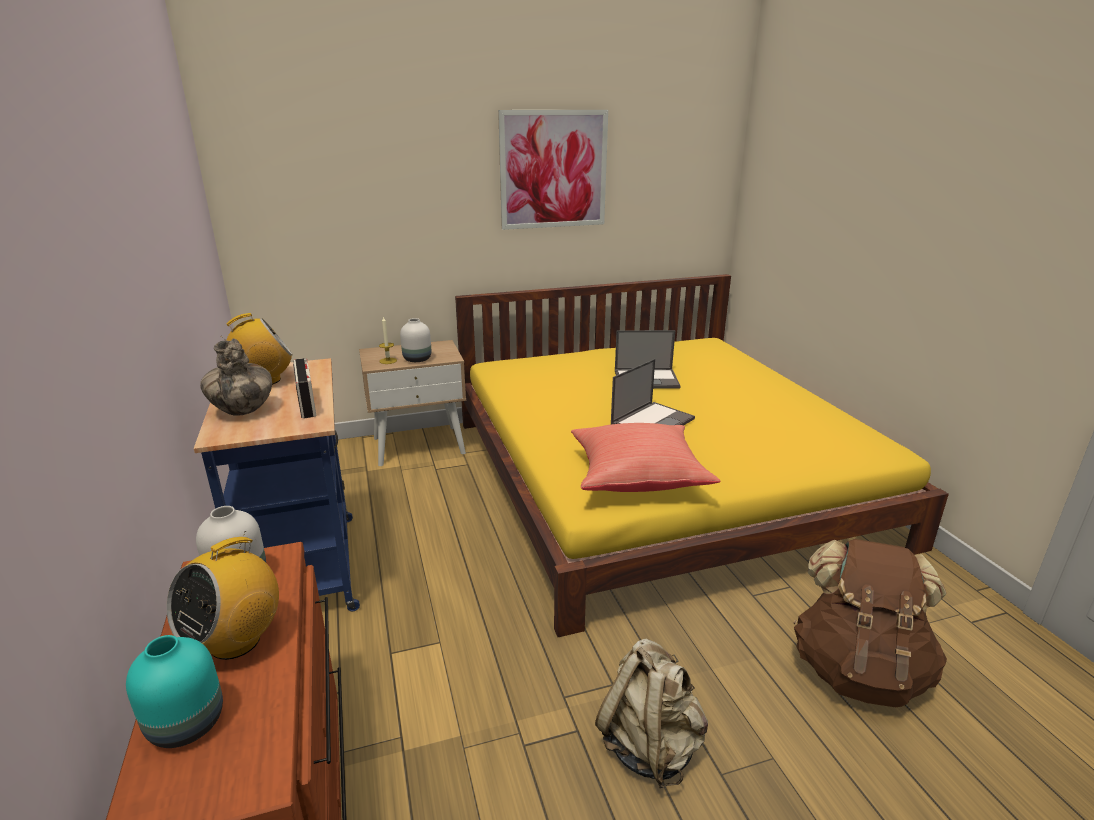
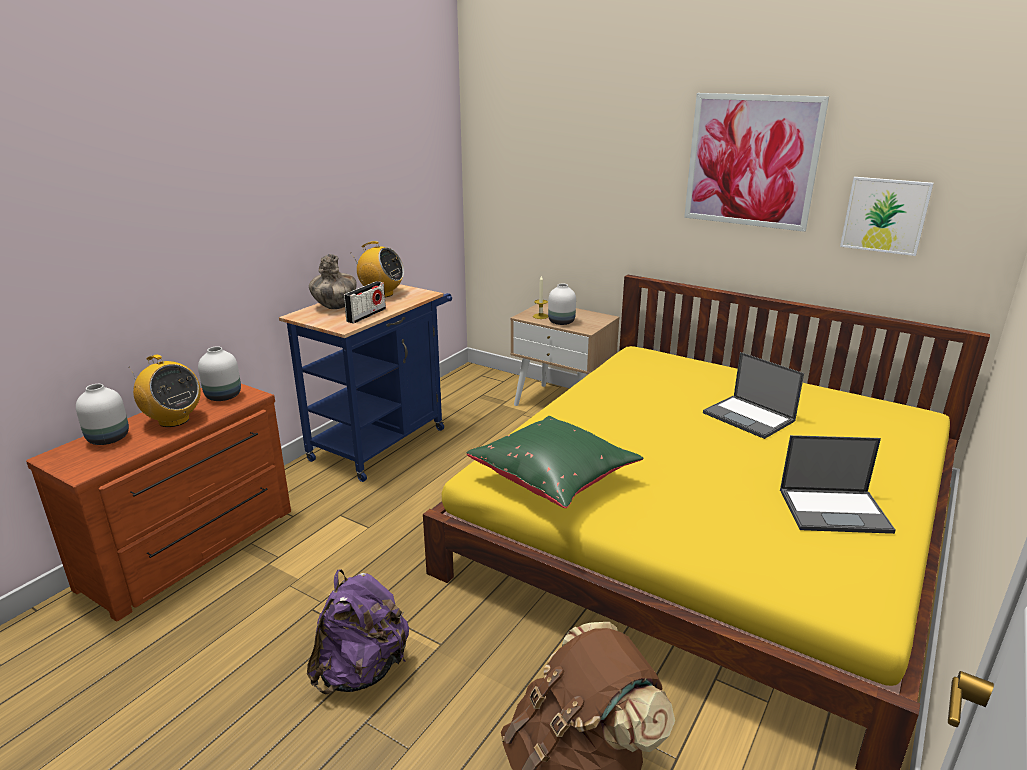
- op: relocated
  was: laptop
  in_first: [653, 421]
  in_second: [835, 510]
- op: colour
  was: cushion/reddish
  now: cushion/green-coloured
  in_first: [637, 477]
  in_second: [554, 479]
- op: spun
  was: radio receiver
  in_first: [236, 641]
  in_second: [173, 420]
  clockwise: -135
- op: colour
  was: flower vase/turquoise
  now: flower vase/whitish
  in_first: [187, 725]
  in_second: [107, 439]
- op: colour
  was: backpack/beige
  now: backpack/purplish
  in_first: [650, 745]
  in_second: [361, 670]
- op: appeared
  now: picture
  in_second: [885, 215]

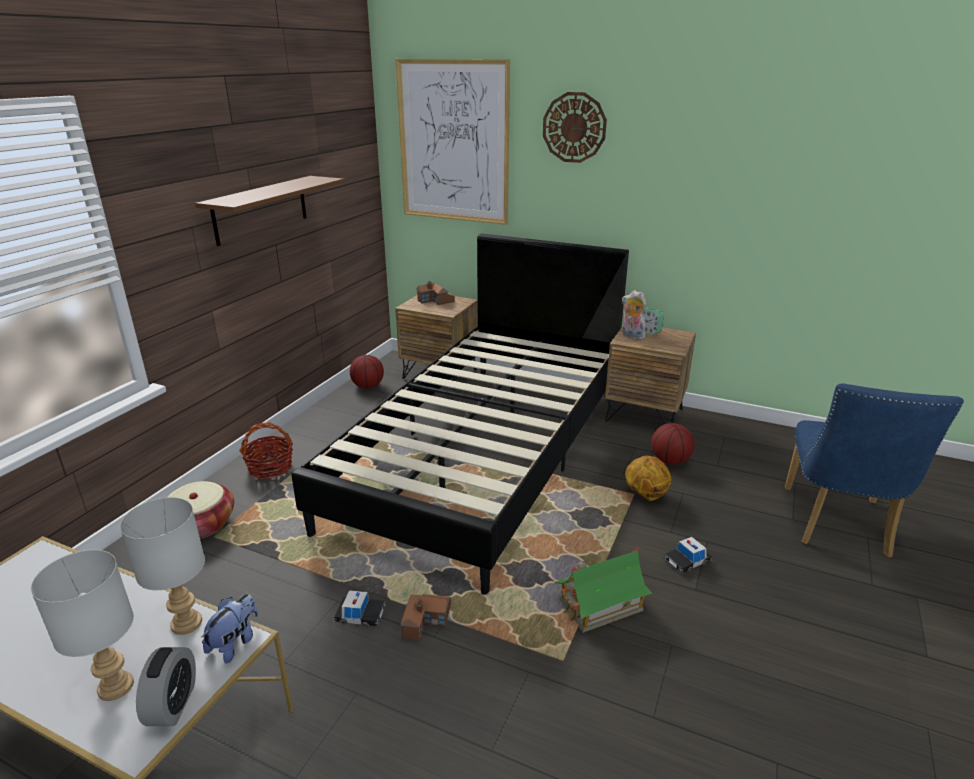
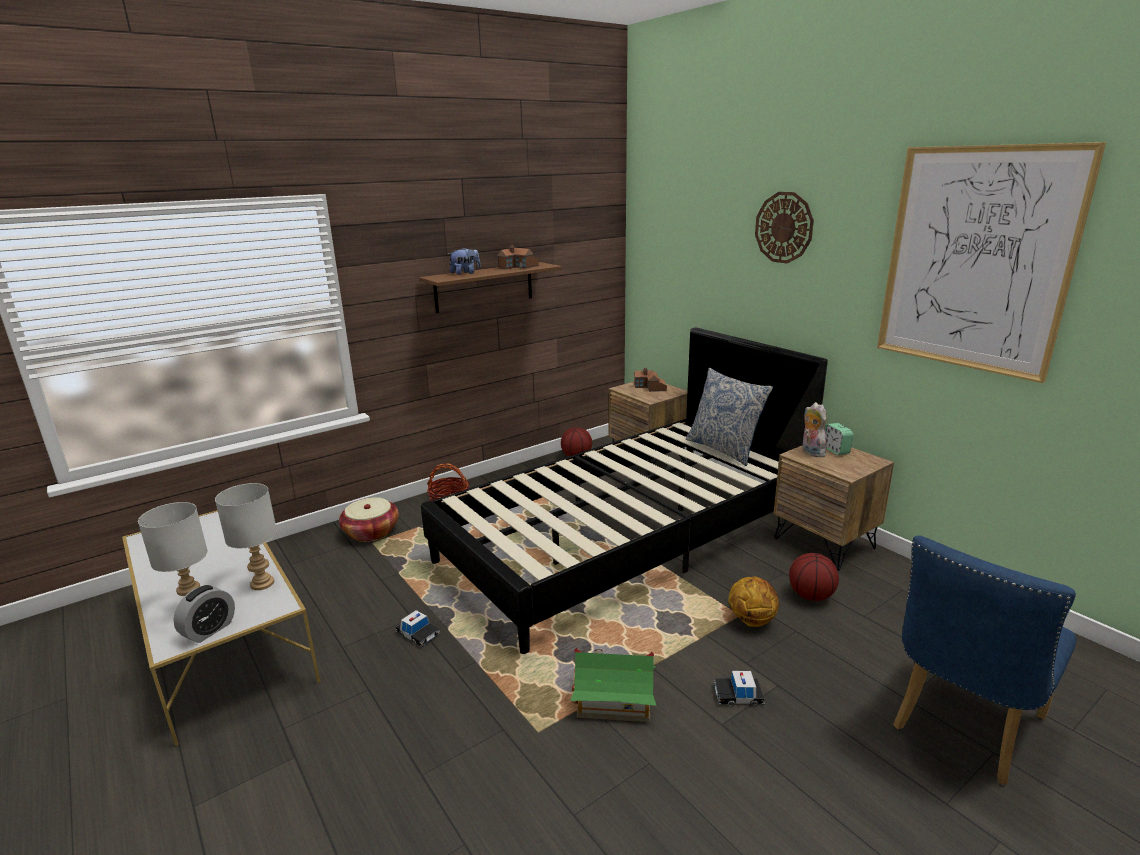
- op: relocated
  was: picture
  in_first: [453, 142]
  in_second: [975, 260]
- op: relocated
  was: plush toy
  in_first: [235, 643]
  in_second: [465, 273]
- op: relocated
  was: model house
  in_first: [427, 621]
  in_second: [518, 267]
- op: appeared
  now: cushion
  in_second: [724, 449]

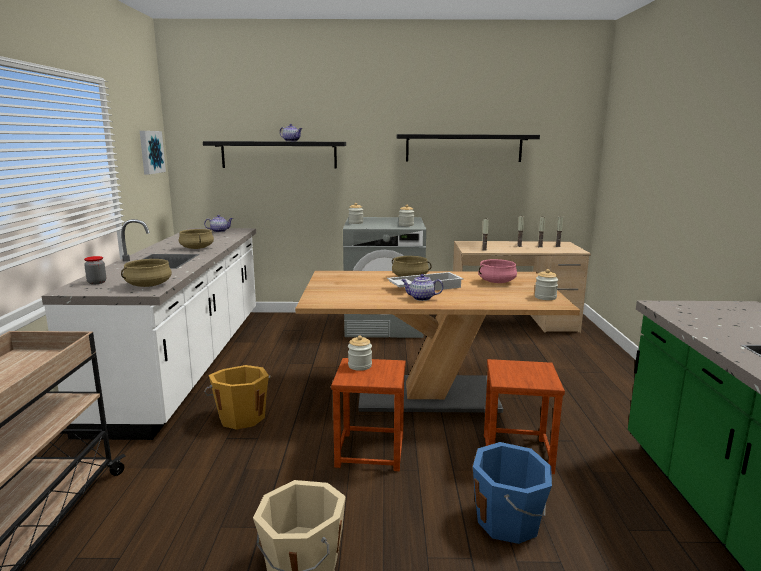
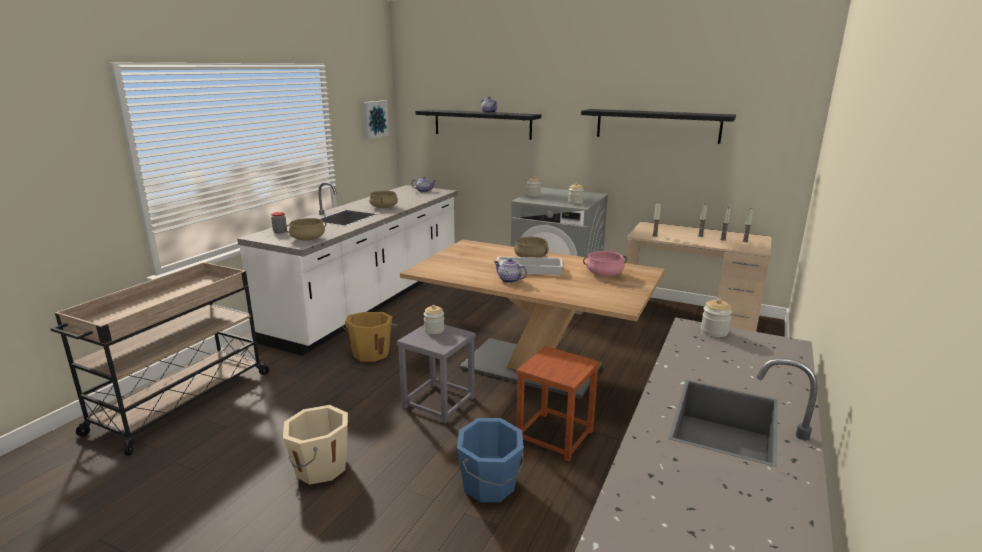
- op: relocated
  was: storage jar
  in_first: [545, 297]
  in_second: [714, 331]
- op: colour
  was: stool seat/brownish
  now: stool seat/gray
  in_first: [370, 452]
  in_second: [438, 402]

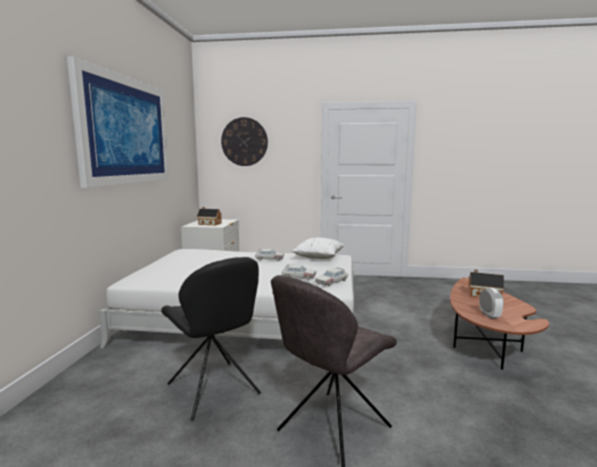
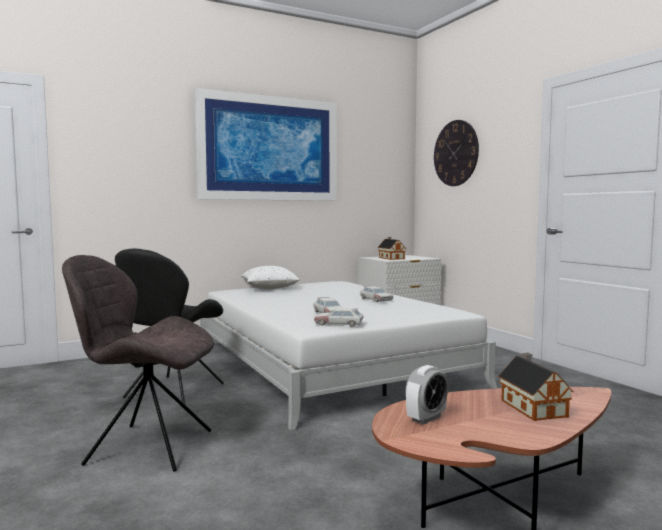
- op: relocated
  was: cushion/whitish
  in_first: [318, 257]
  in_second: [269, 288]

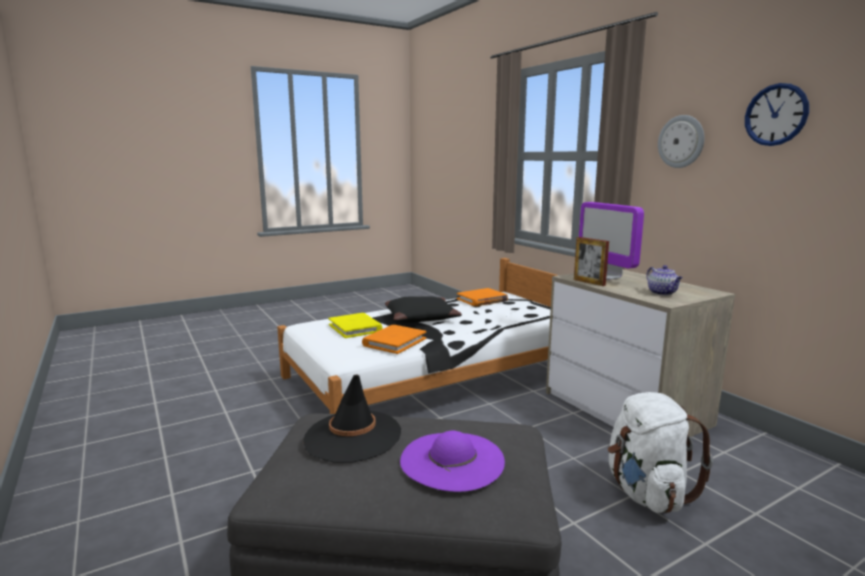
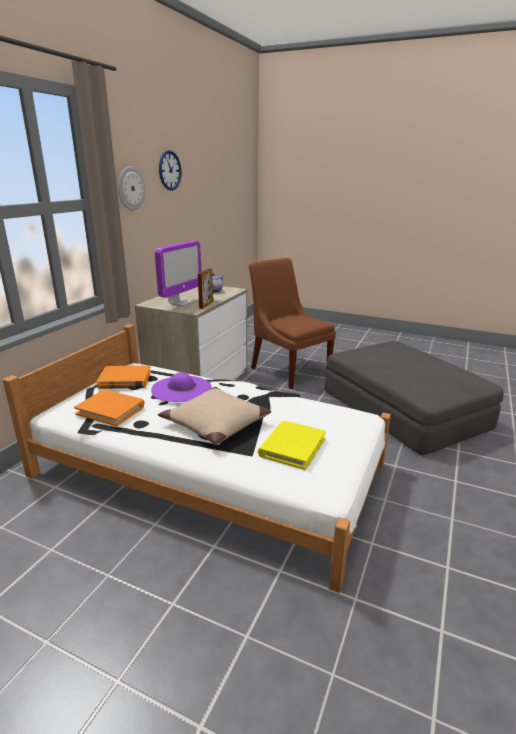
- op: colour
  was: cushion/black-coloured
  now: cushion/beige
  in_first: [421, 318]
  in_second: [215, 424]
- op: relocated
  was: bound book/orange-coloured
  in_first: [394, 342]
  in_second: [125, 380]
- op: missing
  was: clothing hat/black-coloured
  in_first: [352, 436]
- op: exchanged
  was: backpack/whitish
  now: chair/brownish
  in_first: [646, 493]
  in_second: [288, 369]
- op: relocated
  was: clothing hat/purplish
  in_first: [452, 460]
  in_second: [181, 389]

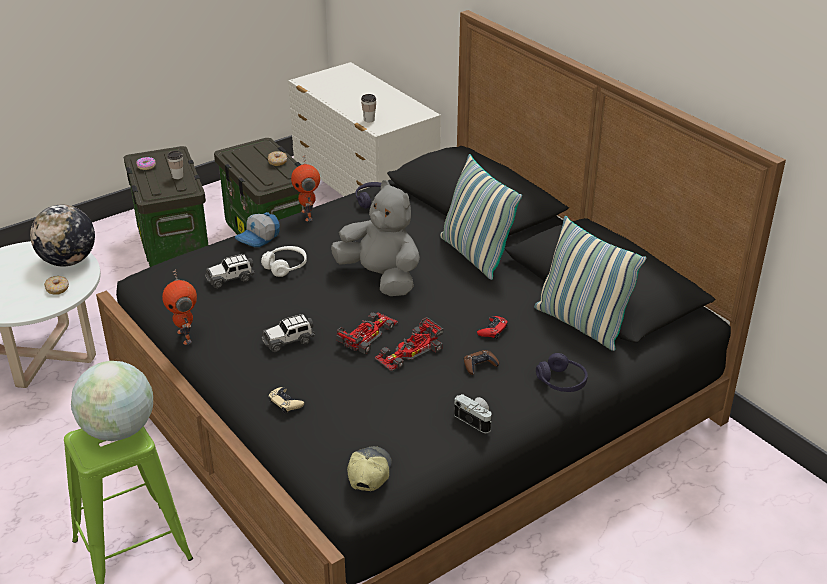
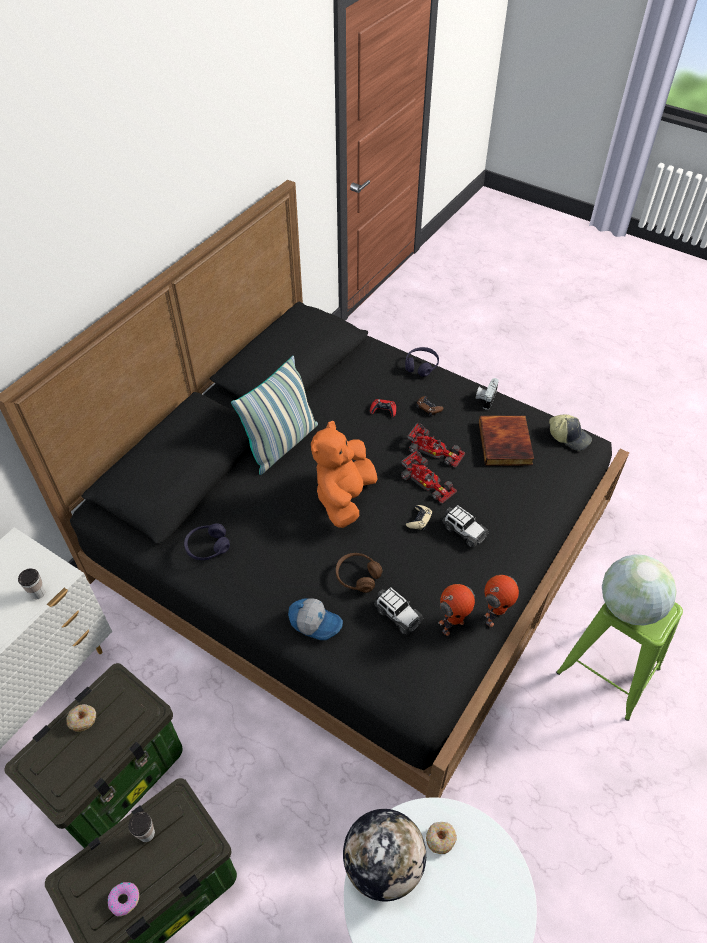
- op: relocated
  was: robot figure
  in_first: [308, 215]
  in_second: [452, 625]
- op: colour
  was: plush toy/gray
  now: plush toy/orange-coloured
  in_first: [381, 278]
  in_second: [344, 497]
- op: missing
  was: cushion
  in_first: [581, 324]
- op: colour
  was: headset/whitish
  now: headset/brownish
  in_first: [285, 266]
  in_second: [357, 576]
- op: spun
  was: model car
  in_first: [367, 334]
  in_second: [428, 481]
  clockwise: -150
- op: relocated
  was: gamepad/beige
  in_first: [285, 403]
  in_second: [419, 520]
- op: spun
  was: baseball cap
  in_first: [368, 473]
  in_second: [569, 436]
  clockwise: -135
- op: appeared
  now: bound book
  in_second: [506, 443]

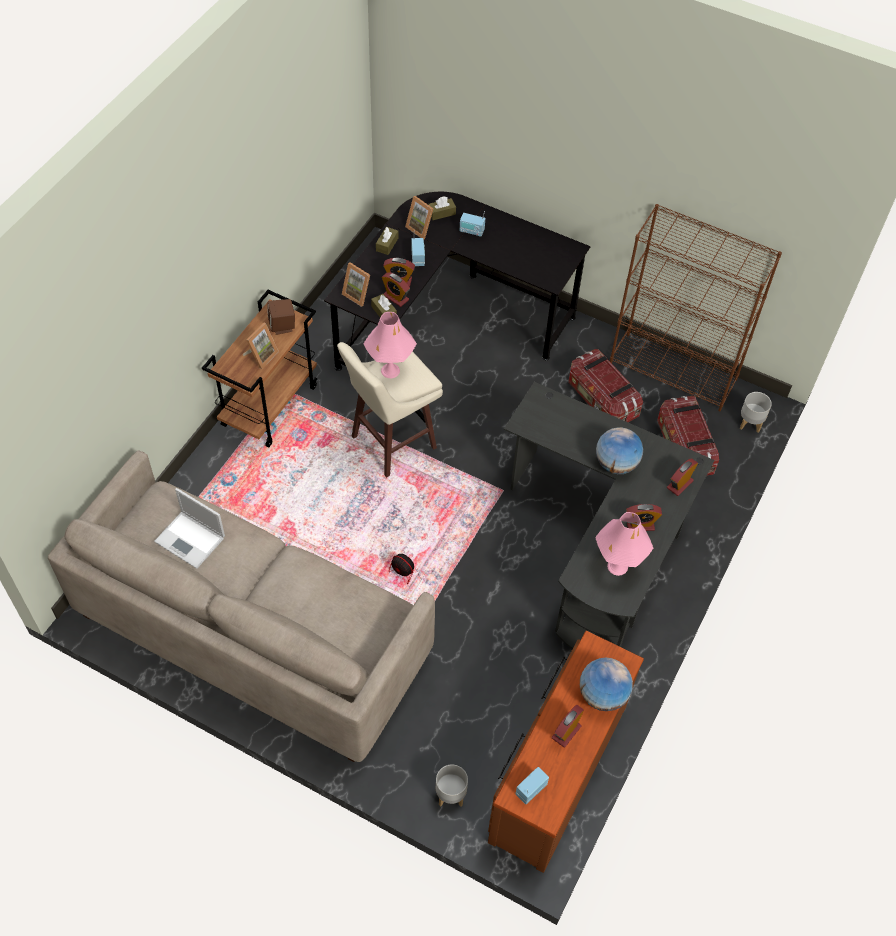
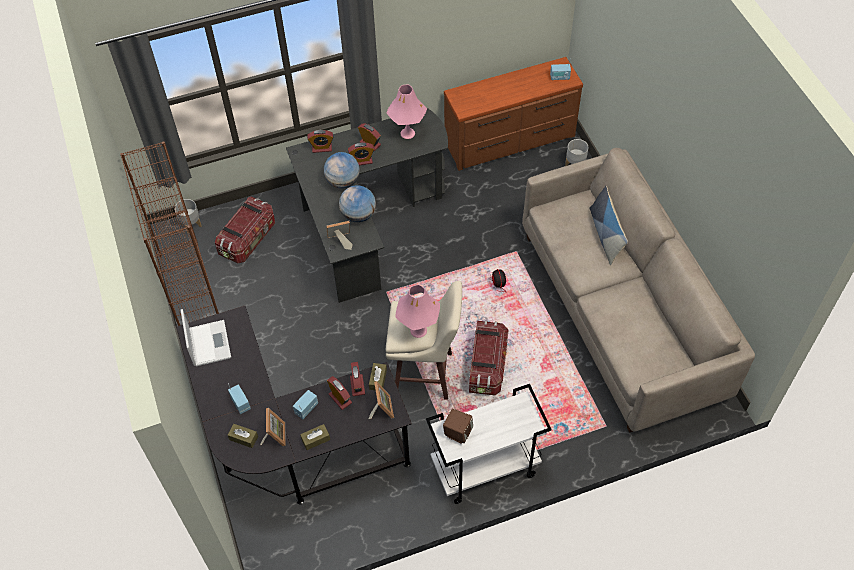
- op: colour
  was: cart/brownish
  now: cart/whitish
  in_first: [269, 405]
  in_second: [484, 469]
- op: relocated
  was: picture frame
  in_first: [261, 356]
  in_second: [340, 241]
- op: relocated
  was: storage bin
  in_first: [601, 400]
  in_second: [487, 366]
- op: relocated
  was: laptop
  in_first: [191, 540]
  in_second: [209, 342]
- op: relocated
  was: globe
  in_first: [602, 695]
  in_second: [358, 215]
- op: relocated
  was: bedside clock
  in_first: [566, 732]
  in_second: [362, 161]
- op: appeared
  now: cushion
  in_second: [605, 235]

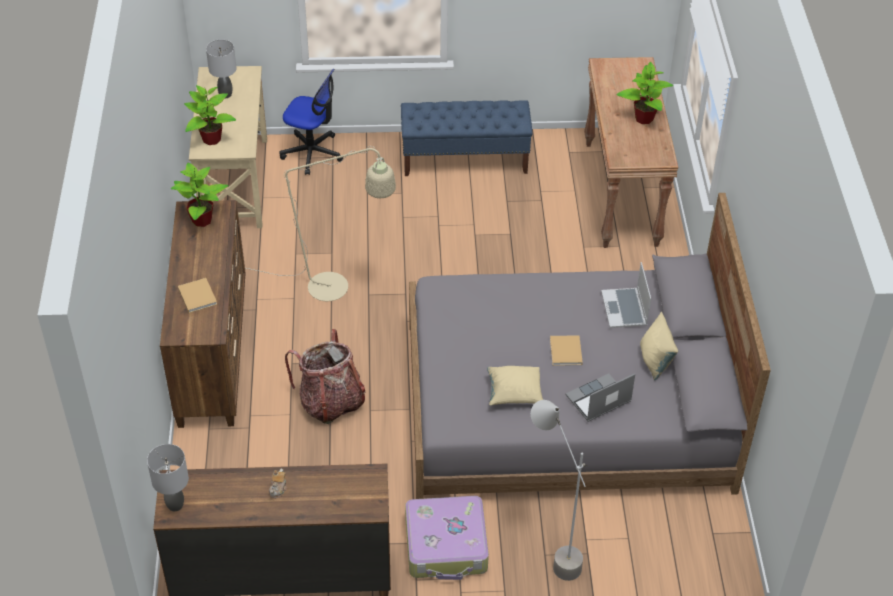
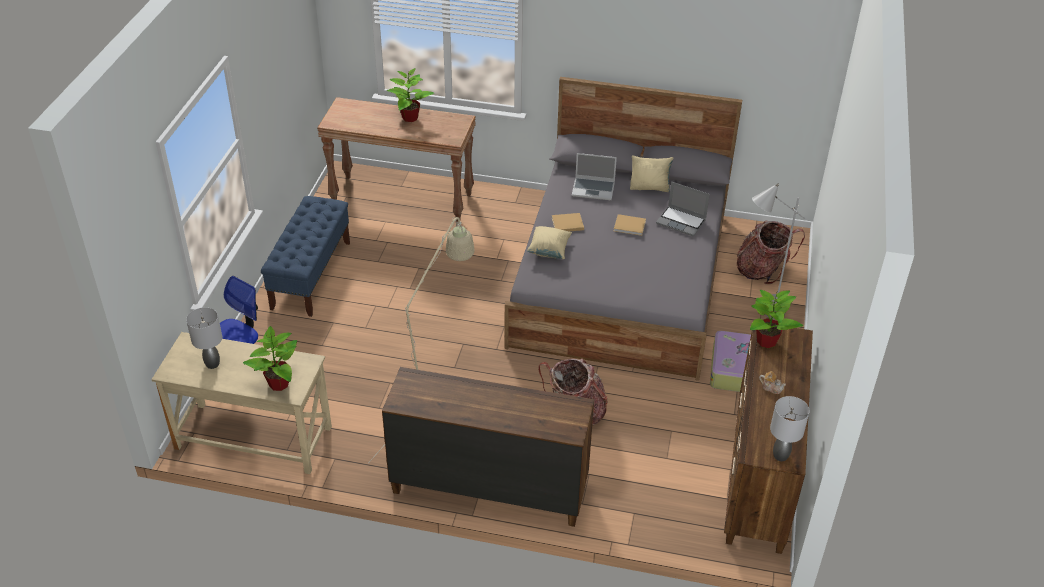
- op: relocated
  was: houseplant
  in_first: [202, 220]
  in_second: [767, 341]
- op: relocated
  was: bound book/beige
  in_first: [197, 295]
  in_second: [566, 224]
- op: relocated
  was: cushion/beige
  in_first: [514, 394]
  in_second: [549, 251]
- op: spun
  was: laptop
  in_first: [598, 400]
  in_second: [681, 222]
  clockwise: -45
- op: appeared
  now: backpack
  in_second: [762, 270]

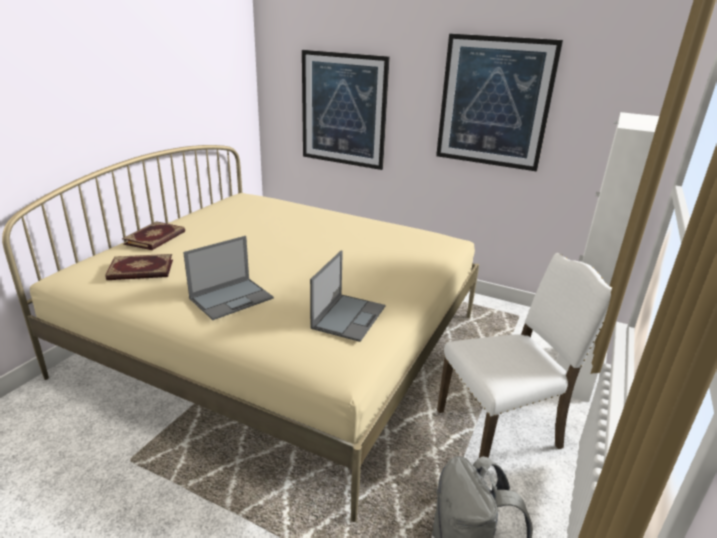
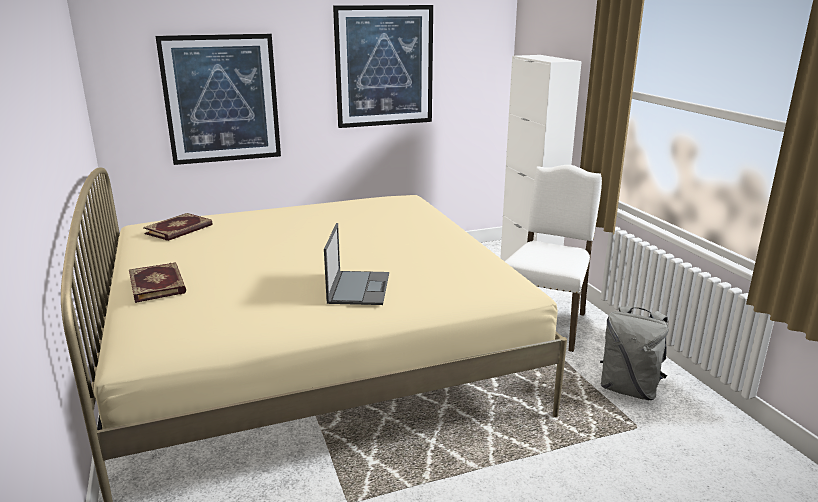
- op: missing
  was: laptop
  in_first: [349, 316]
- op: relocated
  was: bound book
  in_first: [141, 270]
  in_second: [179, 229]

